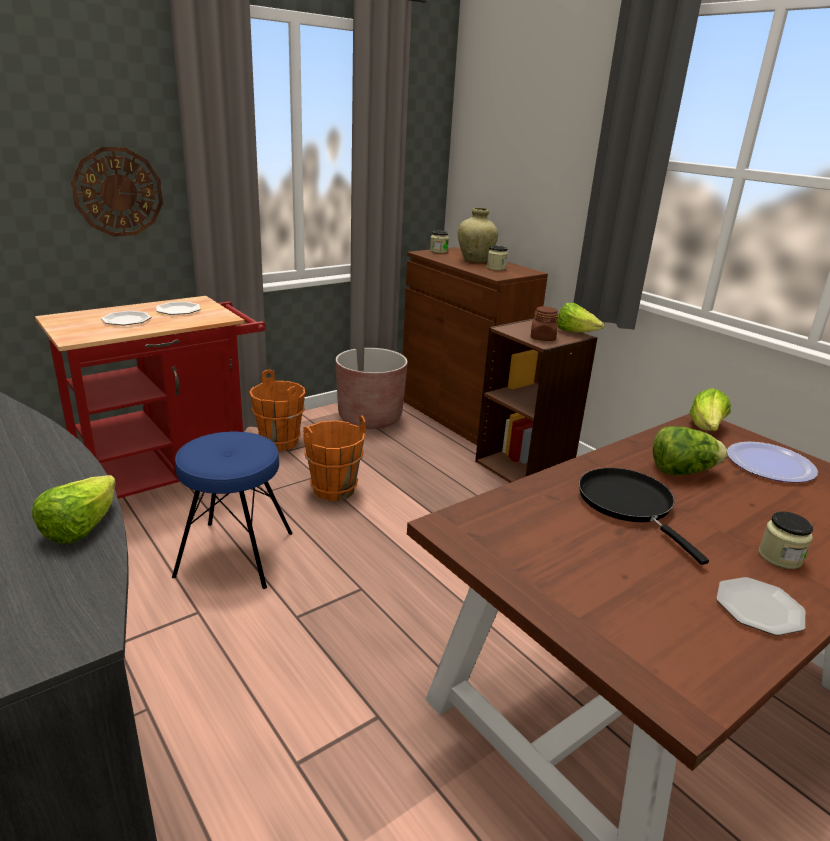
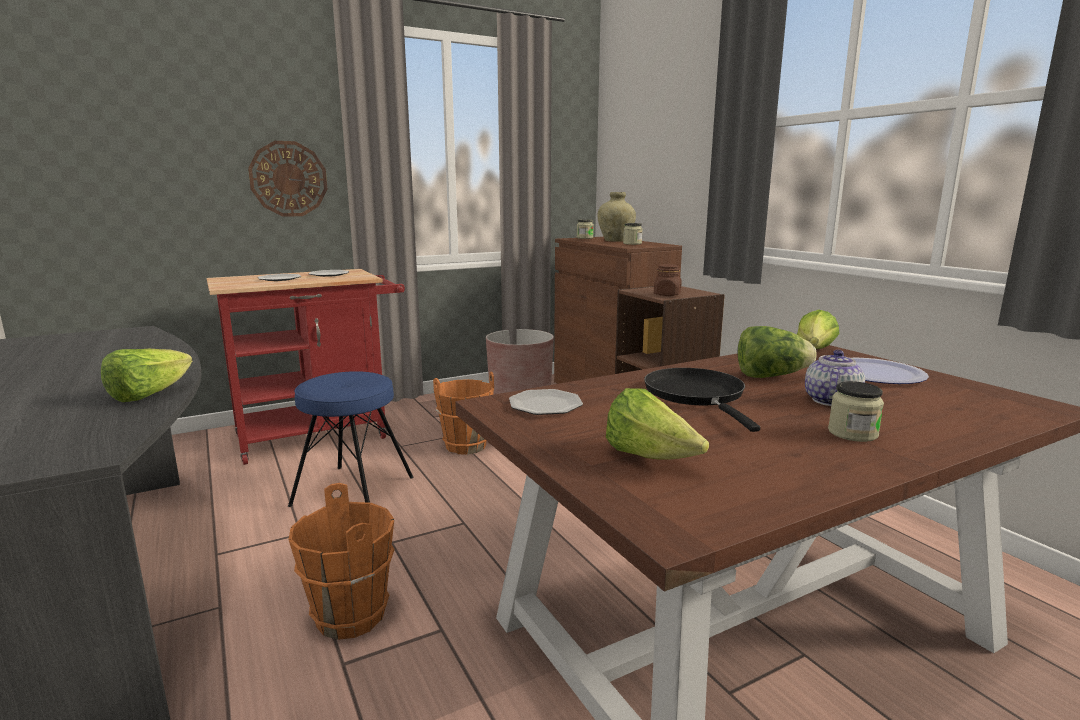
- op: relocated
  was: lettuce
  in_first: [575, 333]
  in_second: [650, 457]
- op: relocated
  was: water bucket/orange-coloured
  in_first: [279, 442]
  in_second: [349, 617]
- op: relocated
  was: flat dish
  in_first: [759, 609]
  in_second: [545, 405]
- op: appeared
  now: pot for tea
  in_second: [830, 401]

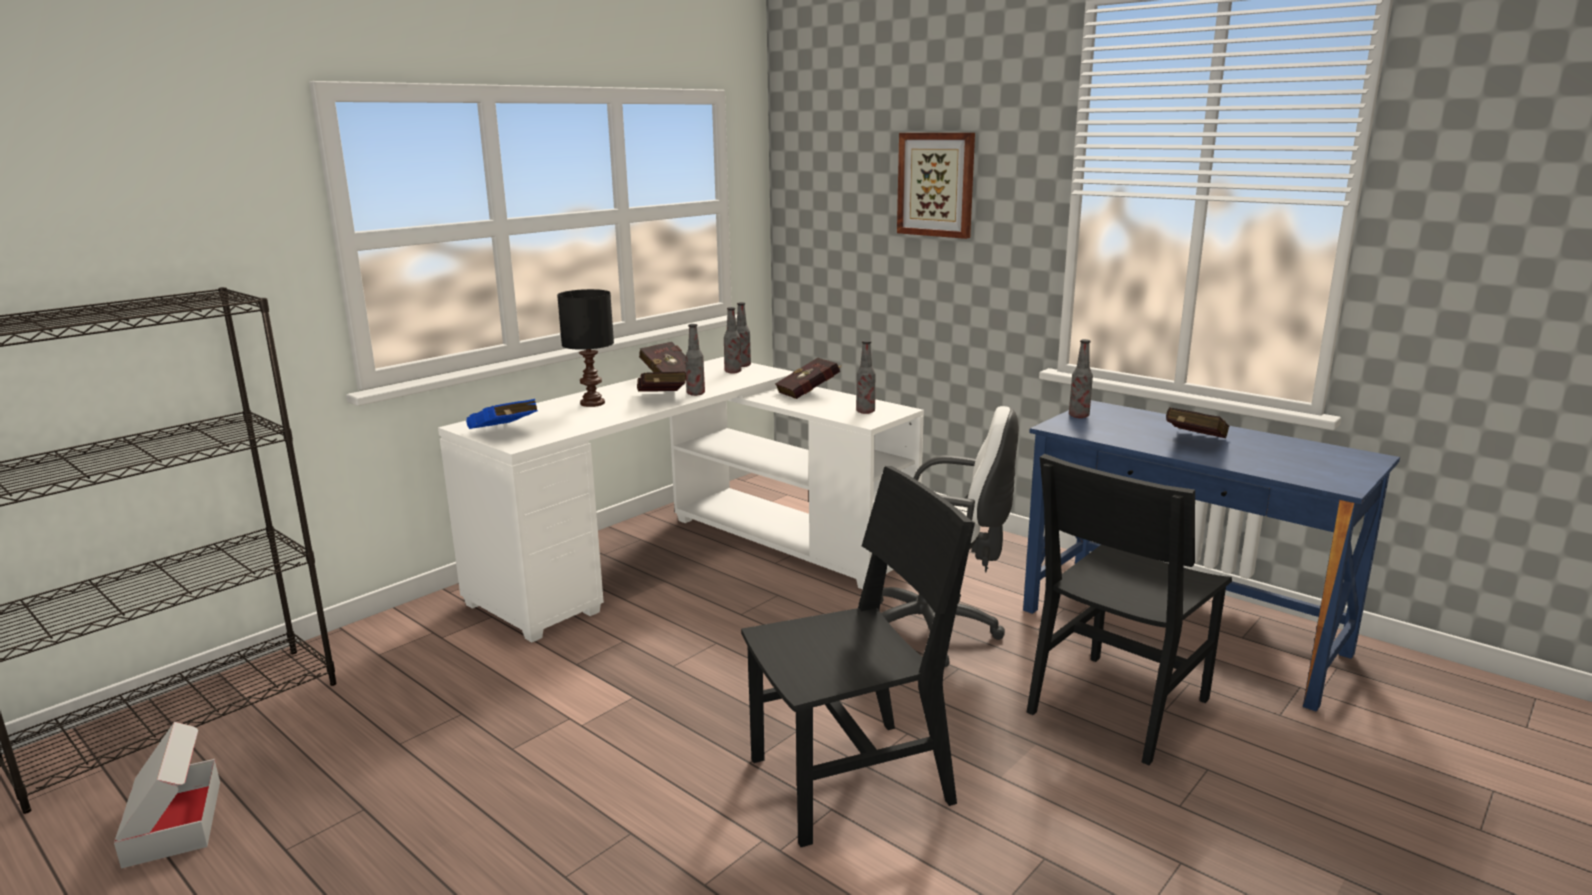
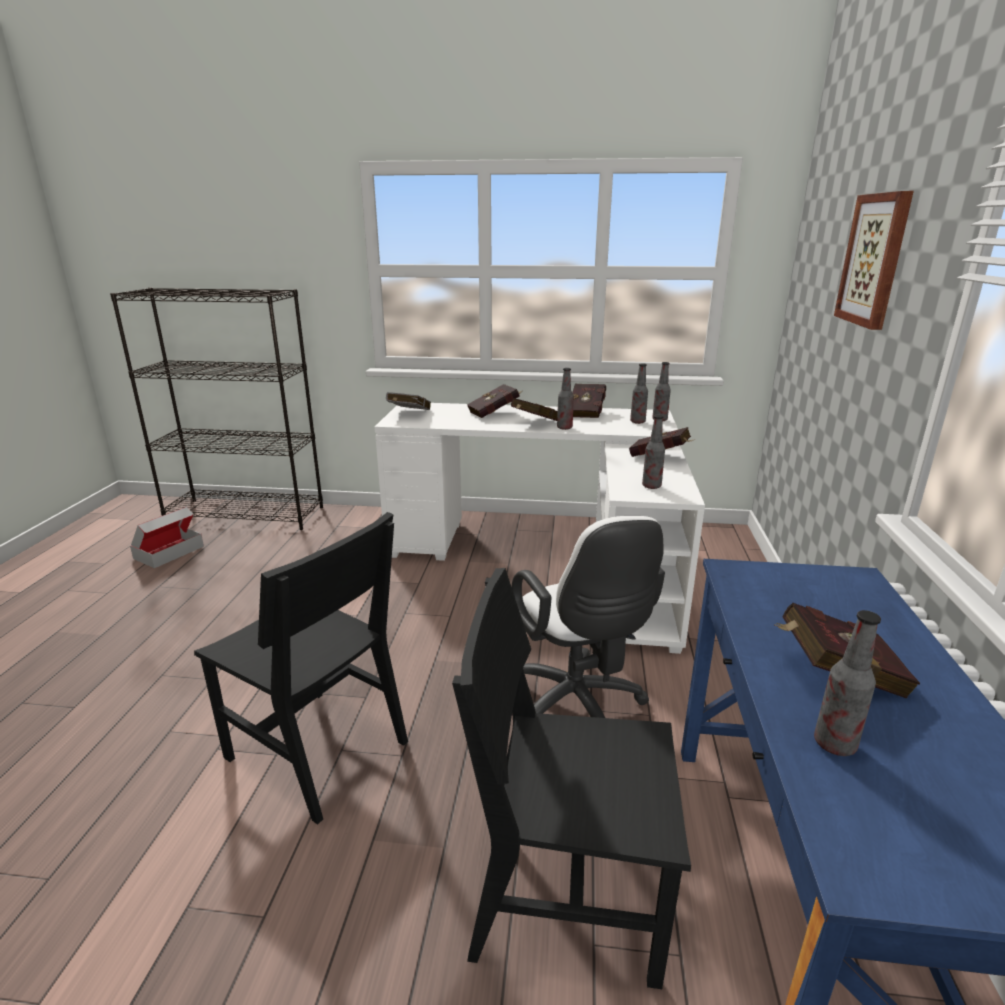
- op: exchanged
  was: table lamp/black-coloured
  now: bound book/reddish
  in_first: [591, 403]
  in_second: [495, 413]
- op: relocated
  was: bottle
  in_first: [1078, 416]
  in_second: [834, 744]
- op: colour
  was: bound book/blue-coloured
  now: bound book/gray
  in_first: [504, 433]
  in_second: [408, 414]

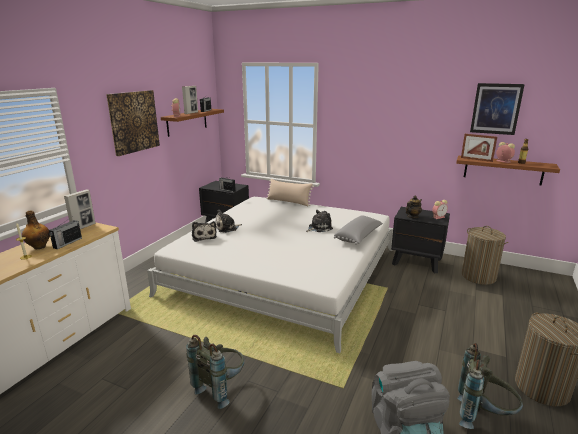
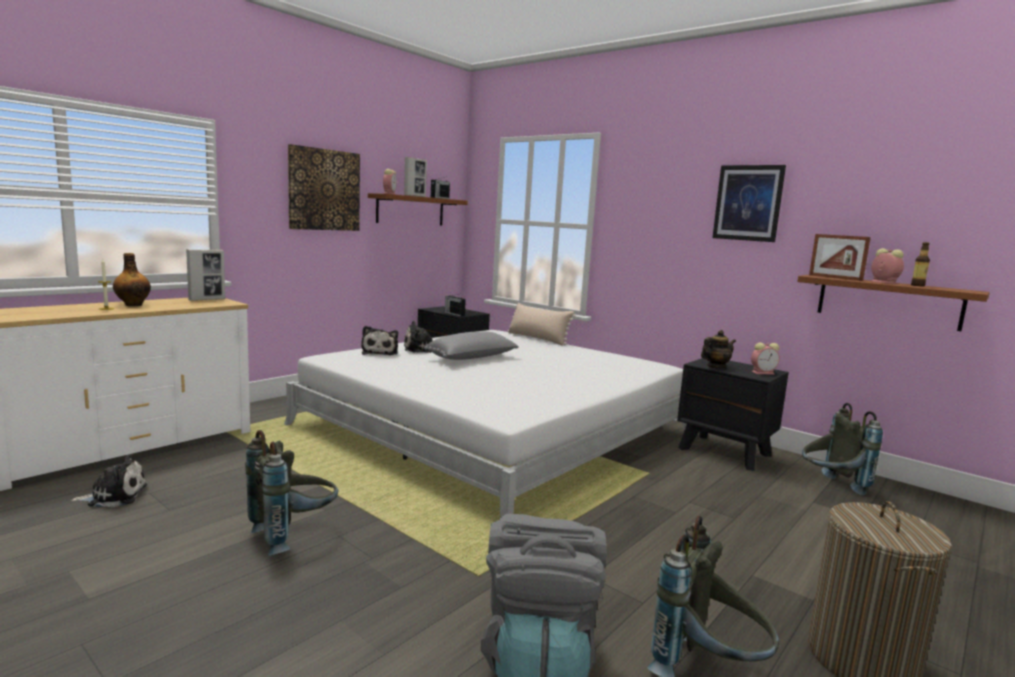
- op: relocated
  was: picture
  in_first: [496, 109]
  in_second: [748, 203]
- op: relocated
  was: plush toy
  in_first: [319, 228]
  in_second: [114, 496]
- op: relocated
  was: cushion/gray
  in_first: [359, 237]
  in_second: [472, 358]
- op: missing
  was: radio receiver
  in_first: [67, 243]
- op: exchanged
  was: laundry basket
  now: backpack/gray
  in_first: [478, 276]
  in_second: [830, 487]

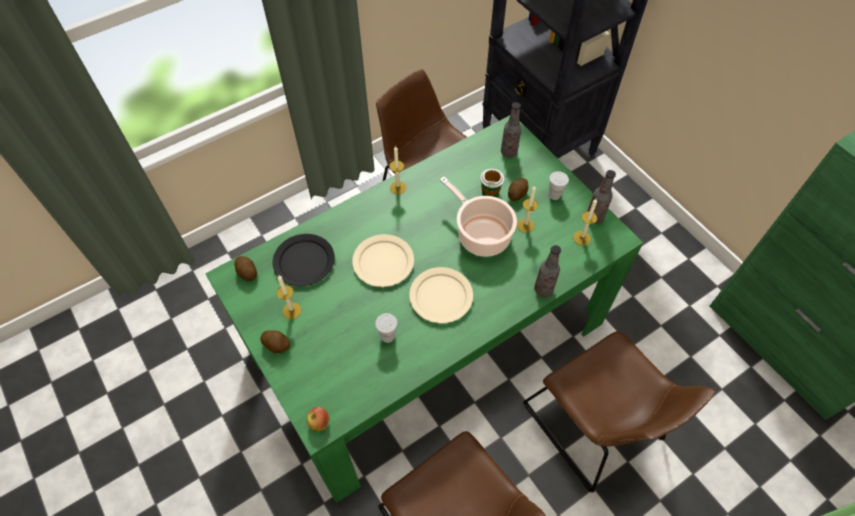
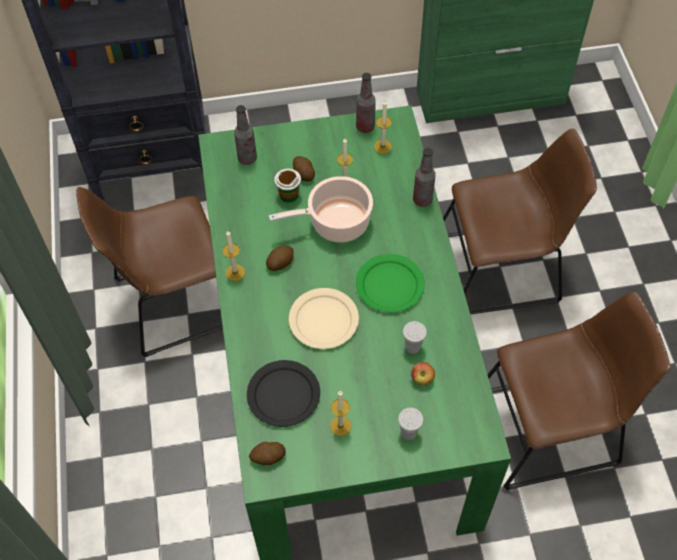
- op: relocated
  was: small cup/whitish
  in_first: [554, 195]
  in_second: [408, 432]
- op: colour
  was: flat dish/beige
  now: flat dish/green-coloured
  in_first: [441, 297]
  in_second: [390, 285]
- op: relocated
  was: potato
  in_first: [277, 345]
  in_second: [280, 262]
- op: relocated
  was: apple fruit
  in_first: [319, 422]
  in_second: [422, 378]

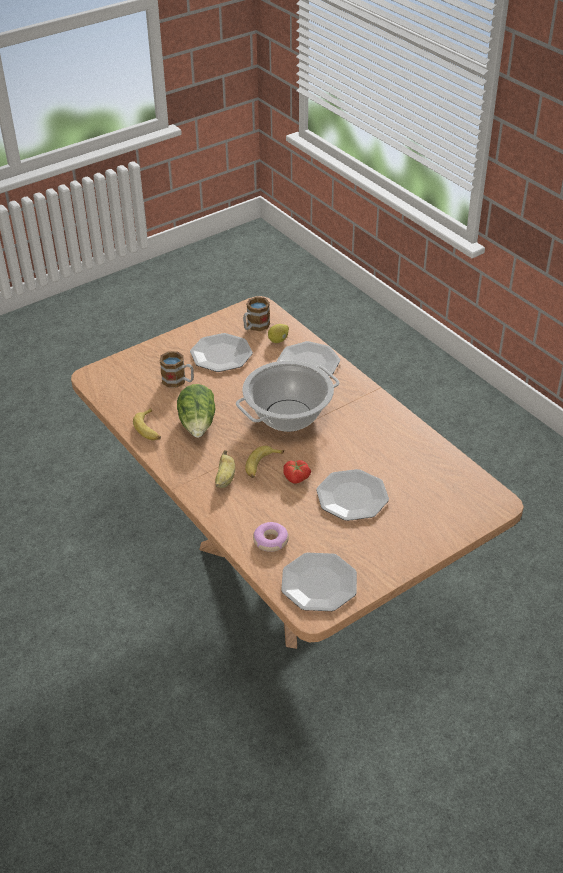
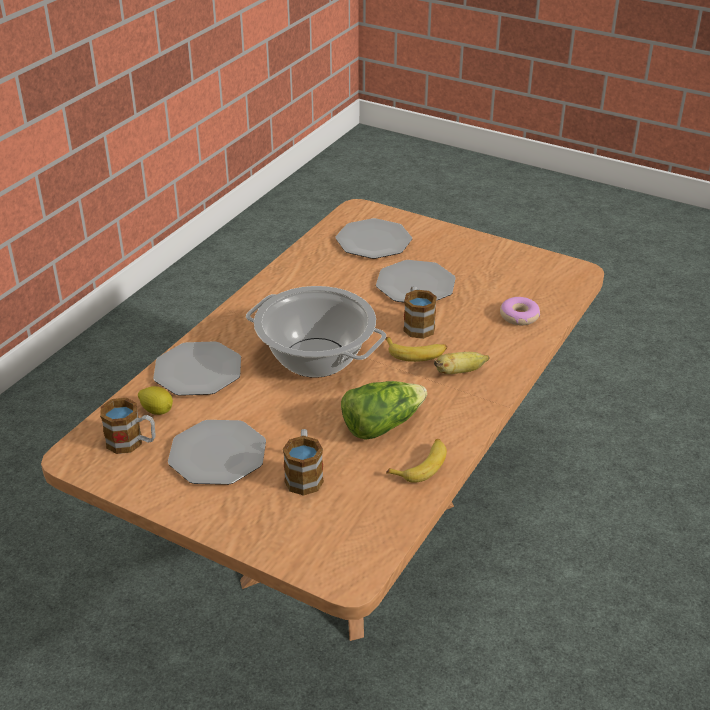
- op: exchanged
  was: tomato
  now: coffee mug
  in_first: [296, 478]
  in_second: [417, 324]
- op: relocated
  was: flat dish
  in_first: [319, 583]
  in_second: [373, 241]

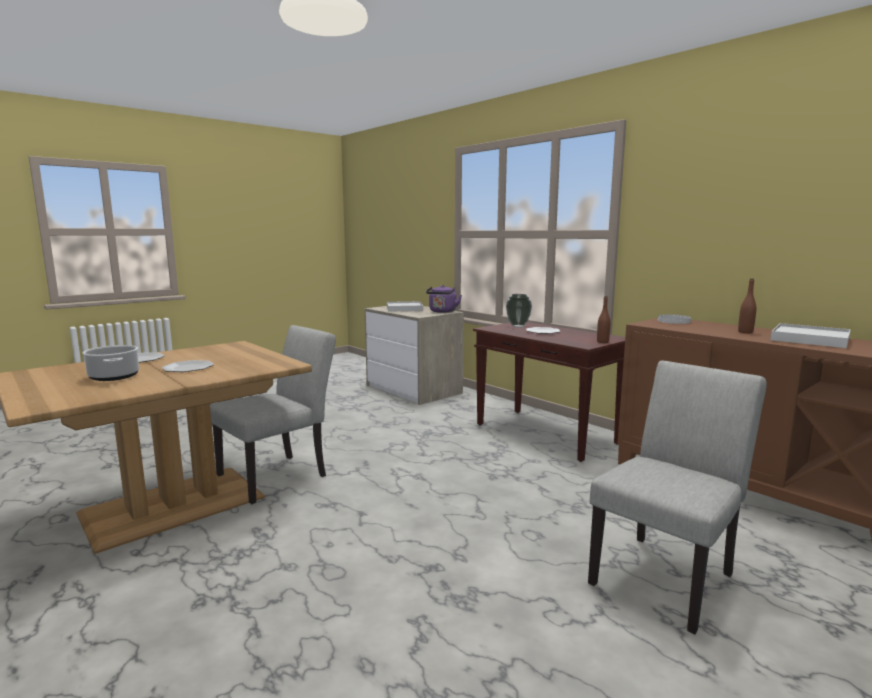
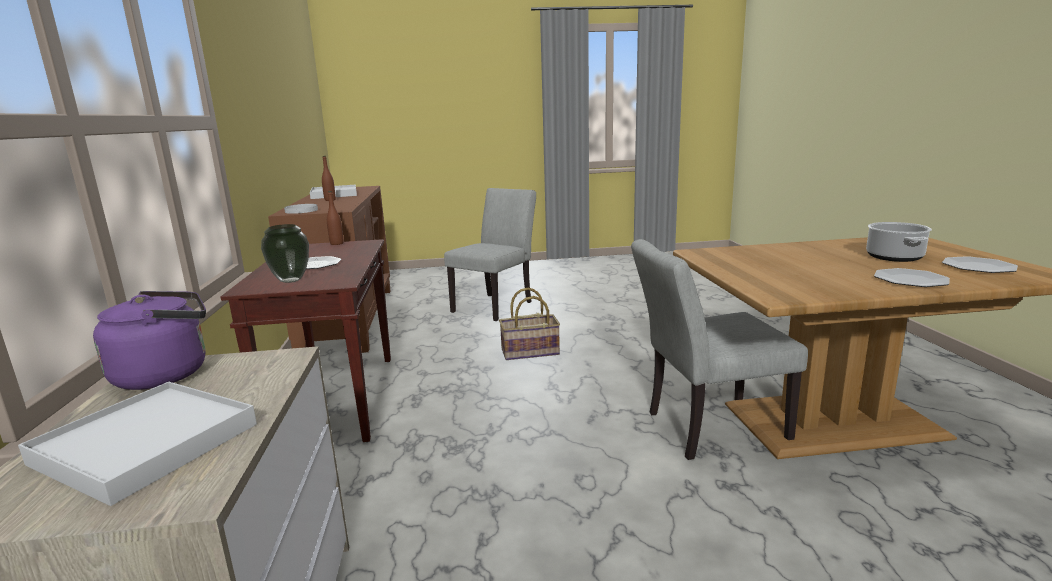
- op: relocated
  was: flat dish
  in_first: [188, 368]
  in_second: [978, 267]
- op: spun
  was: chair/gray
  in_first: [667, 574]
  in_second: [496, 305]
  clockwise: 135
- op: appeared
  now: basket
  in_second: [530, 352]

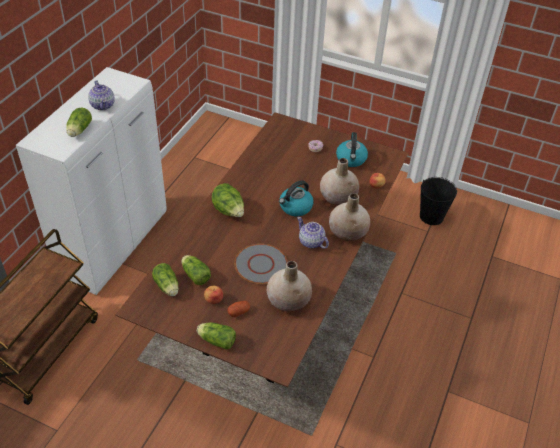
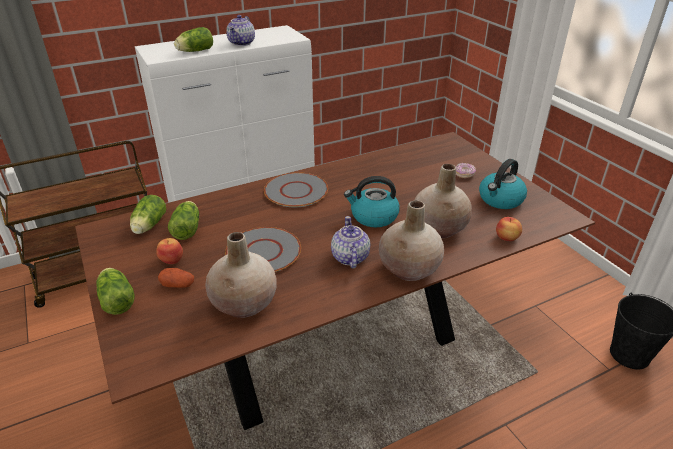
- op: exchanged
  was: lettuce
  now: flat dish/gray
  in_first: [229, 211]
  in_second: [296, 191]

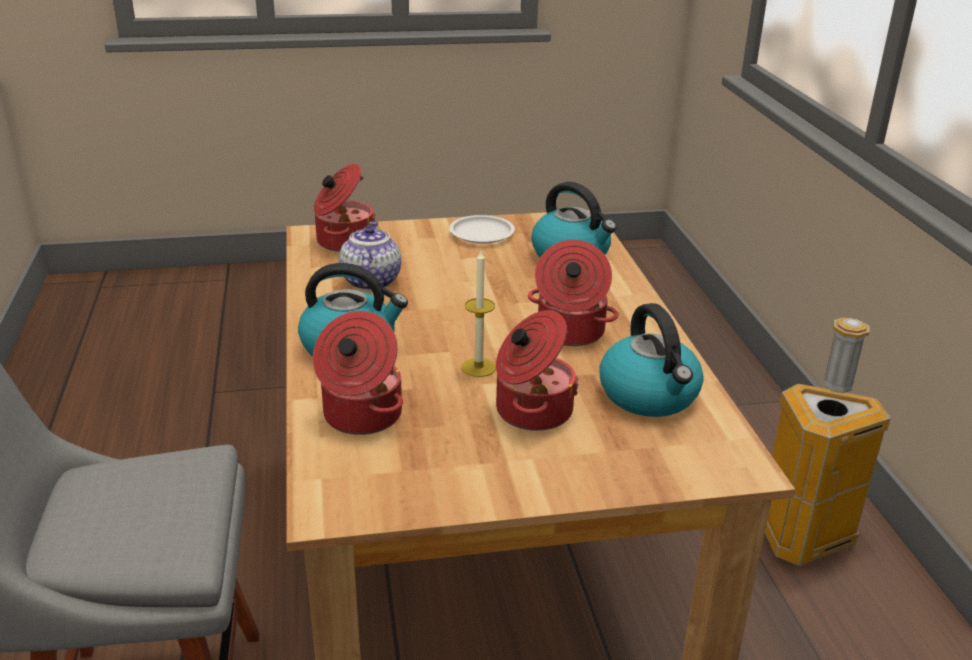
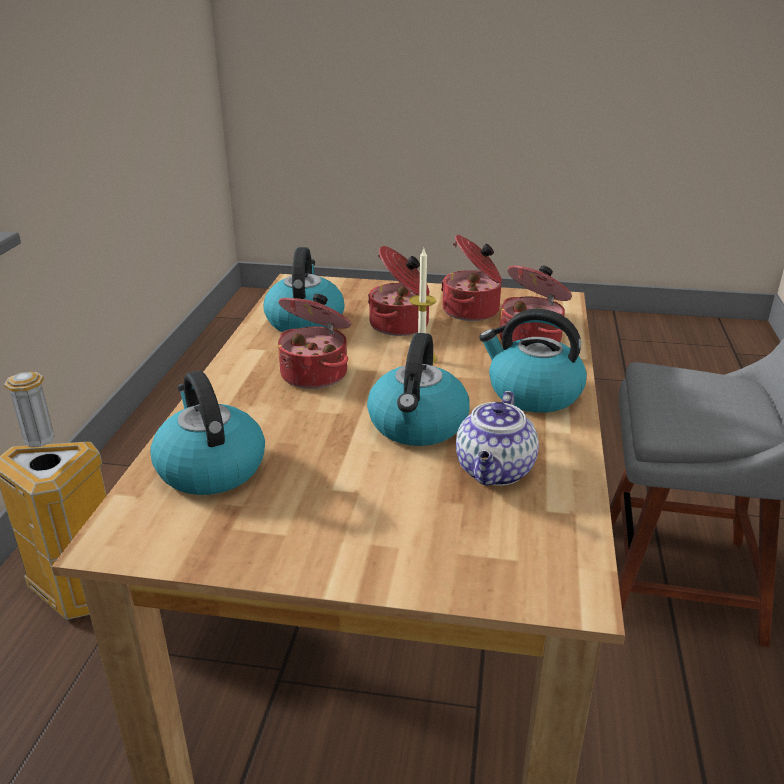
- op: relocated
  was: cooking pot
  in_first: [343, 241]
  in_second: [472, 311]
- op: missing
  was: flat dish/whitish
  in_first: [482, 234]
- op: appeared
  now: kettle
  in_second: [418, 426]

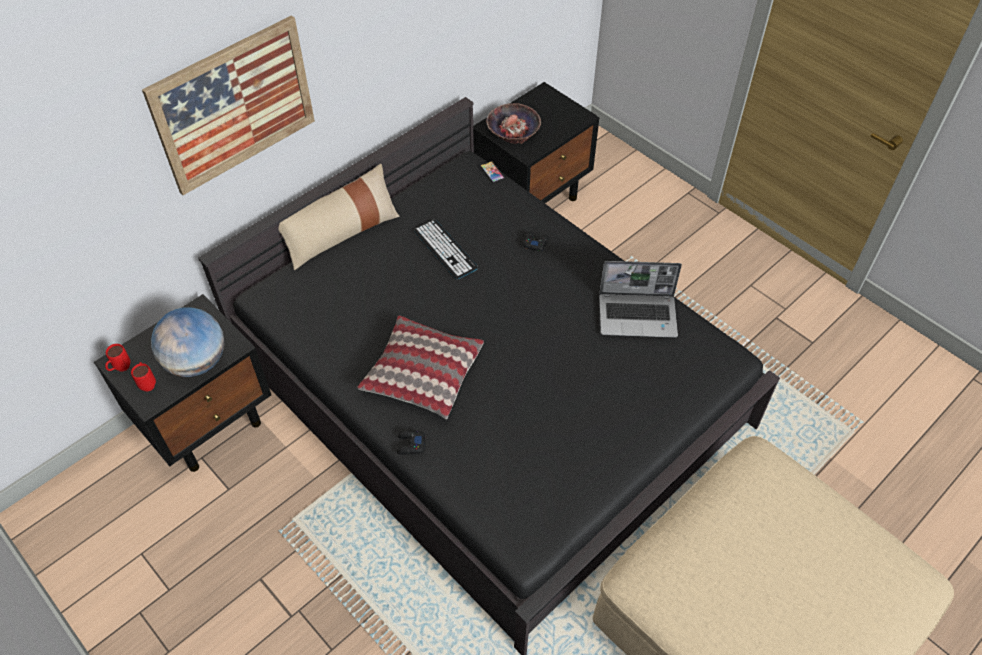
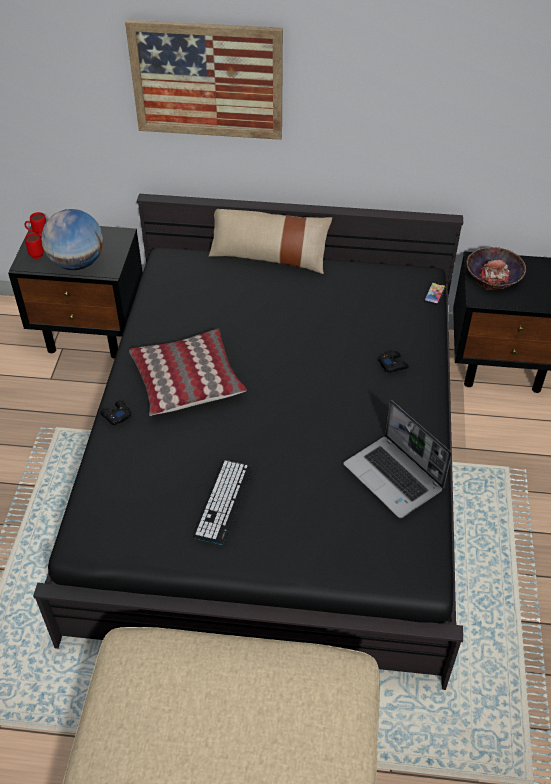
- op: relocated
  was: computer keyboard
  in_first: [445, 249]
  in_second: [223, 501]

